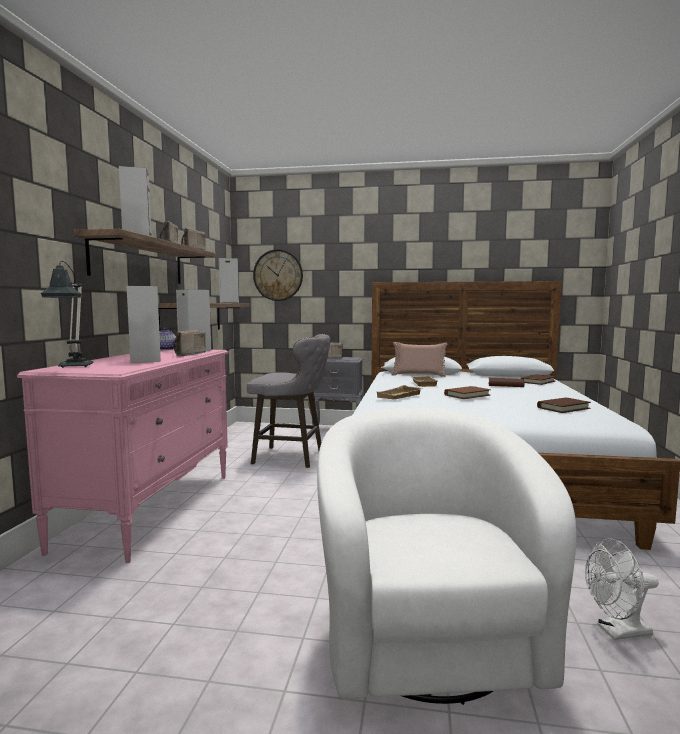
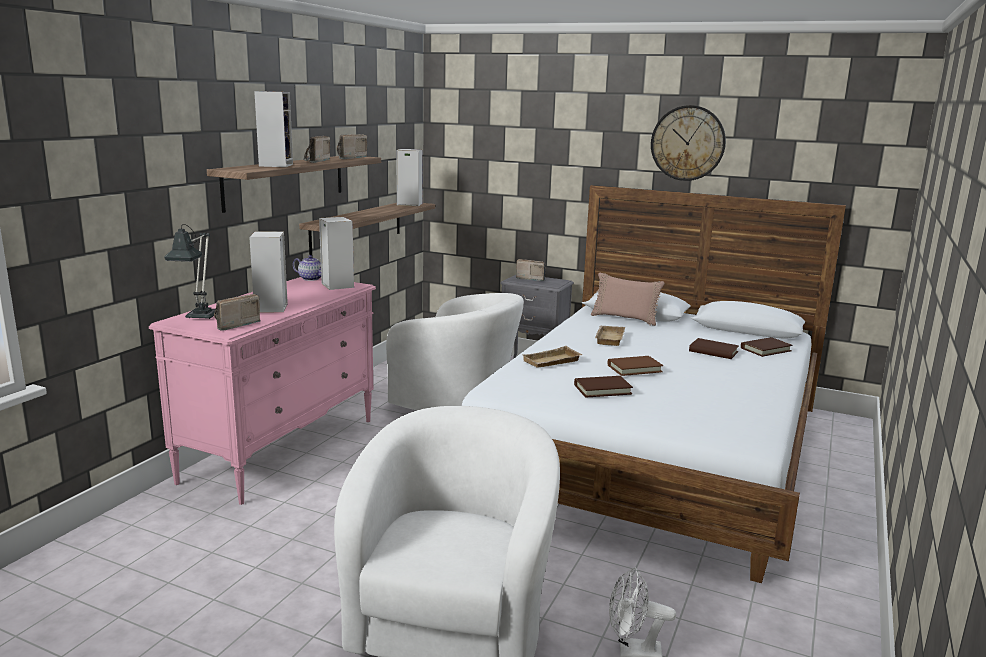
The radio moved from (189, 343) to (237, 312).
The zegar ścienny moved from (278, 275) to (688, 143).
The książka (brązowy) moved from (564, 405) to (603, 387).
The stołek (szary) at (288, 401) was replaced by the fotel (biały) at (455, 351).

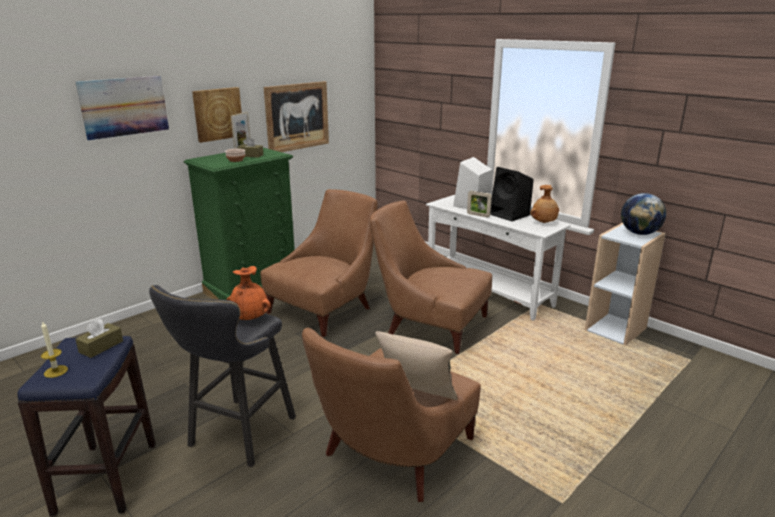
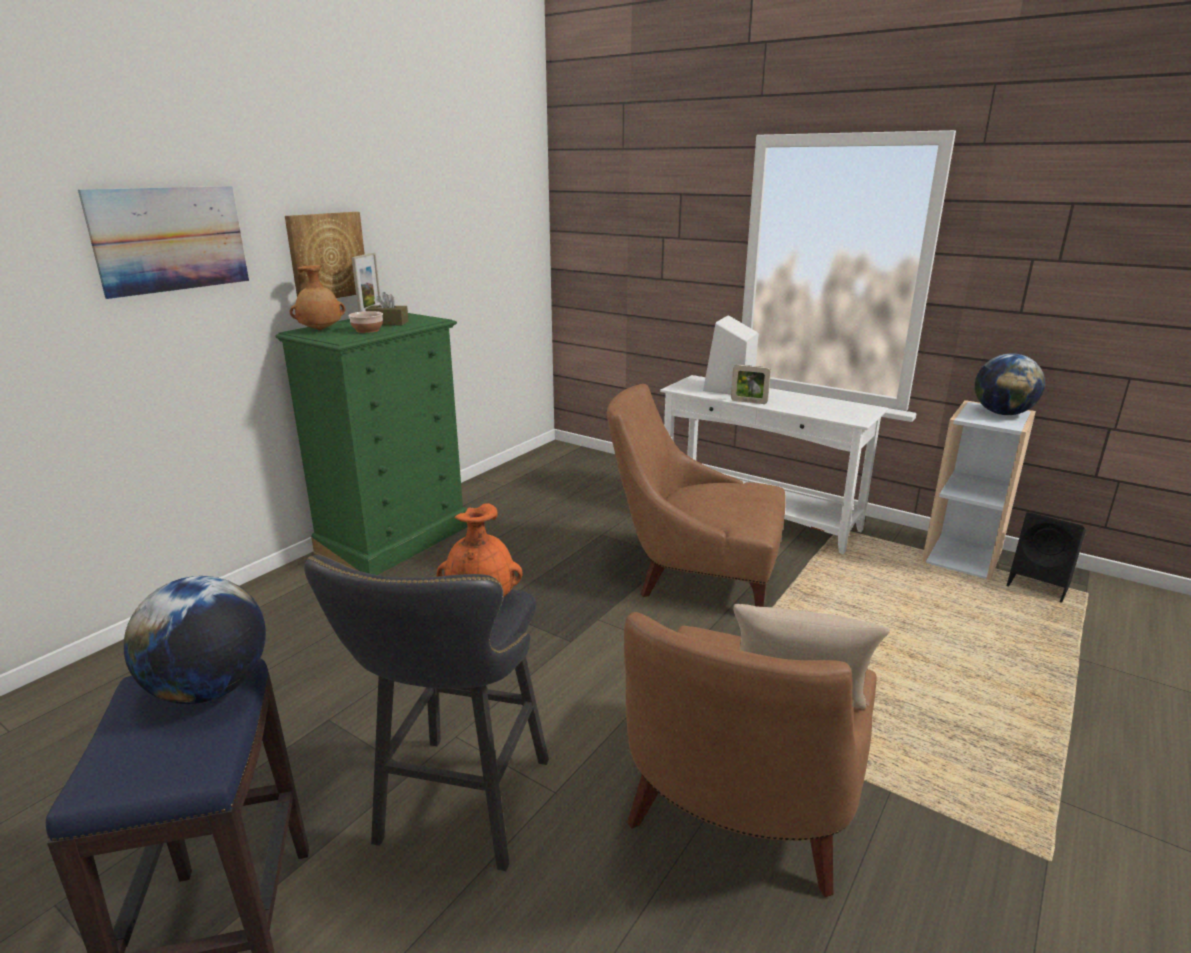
The świeca at (54, 349) disappeared.
The fotel (brązowy) at (319, 263) disappeared.
The obraz at (296, 116) disappeared.
The głośnik (czarny) moved from (512, 194) to (1046, 557).
The wazon (brązowy) moved from (544, 204) to (318, 297).
The pudełko chusteczek (brązowy) at (99, 338) was replaced by the globus at (194, 640).

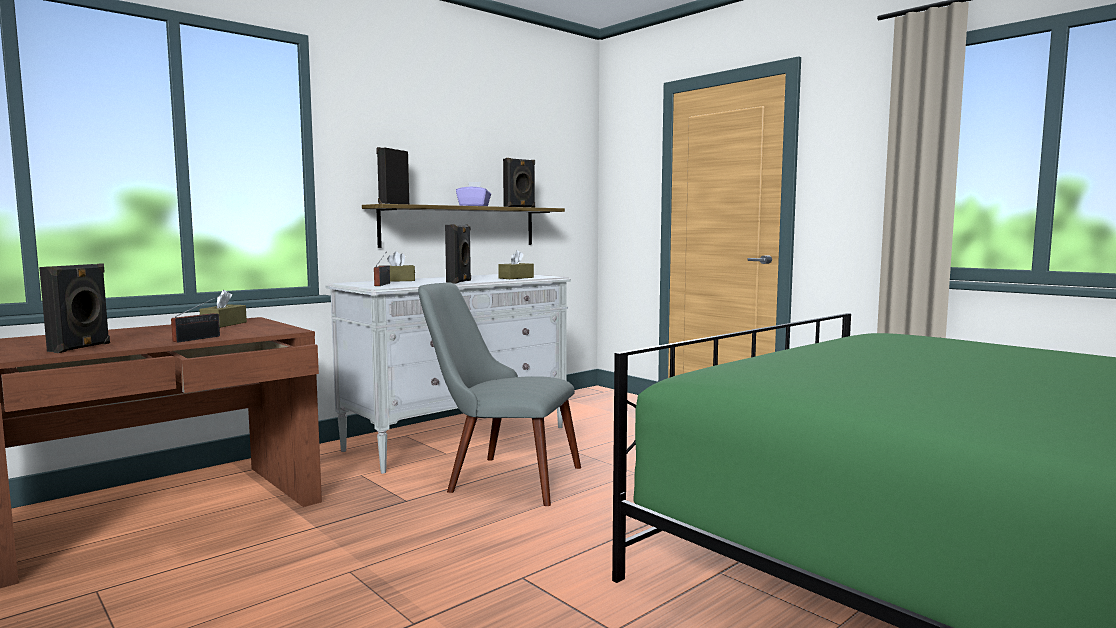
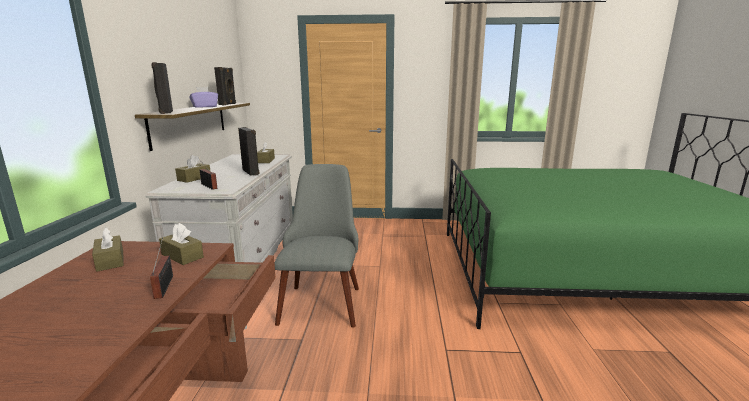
The głośnik (czarny) at (74, 308) disappeared.
The pudełko chusteczek (brązowy) at (181, 244) appeared.
The krzesło (szary) at (499, 394) turned 120 degrees clockwise.

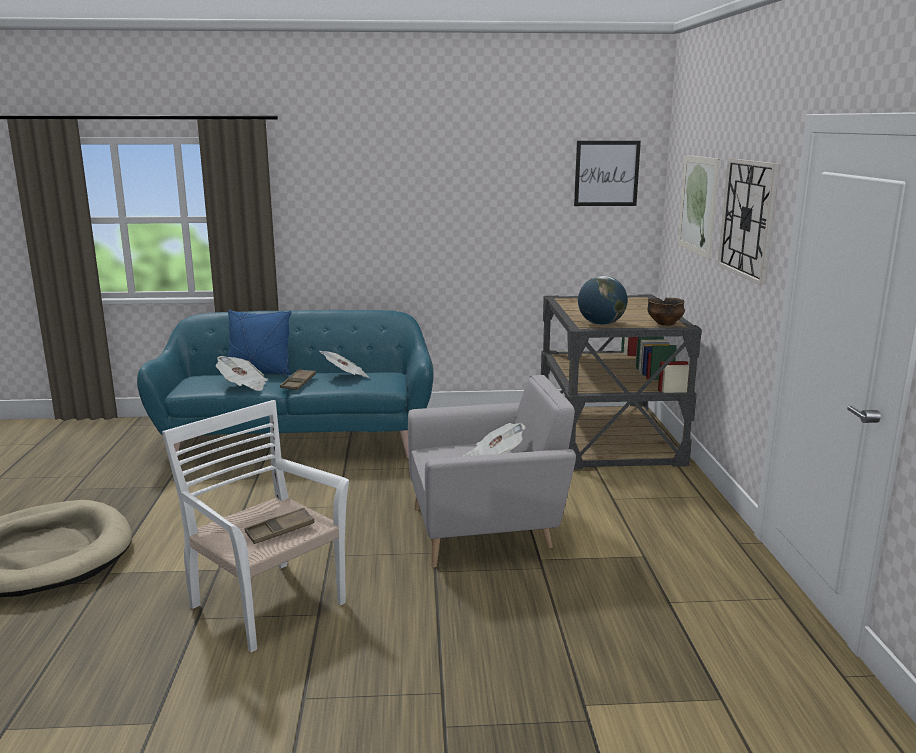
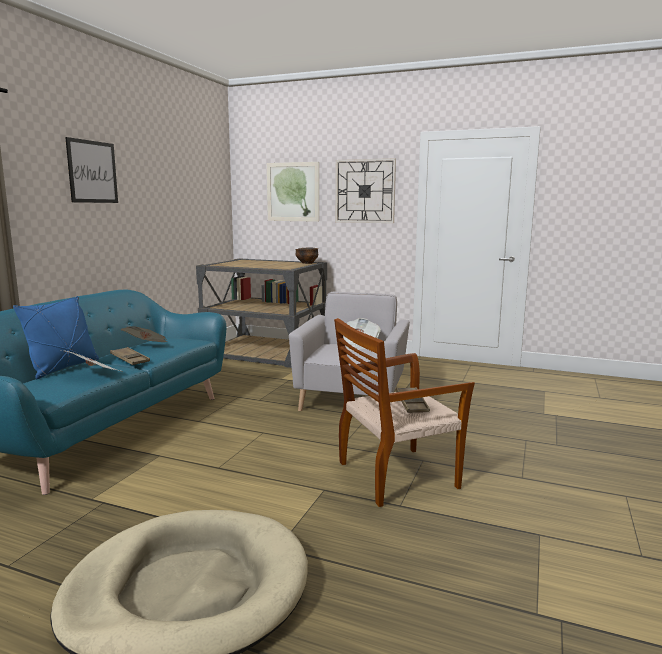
The globus at (603, 300) disappeared.
The obraz moved from (607, 173) to (91, 170).
The fotel (biały) at (255, 526) became the fotel (brązowy) at (404, 412).

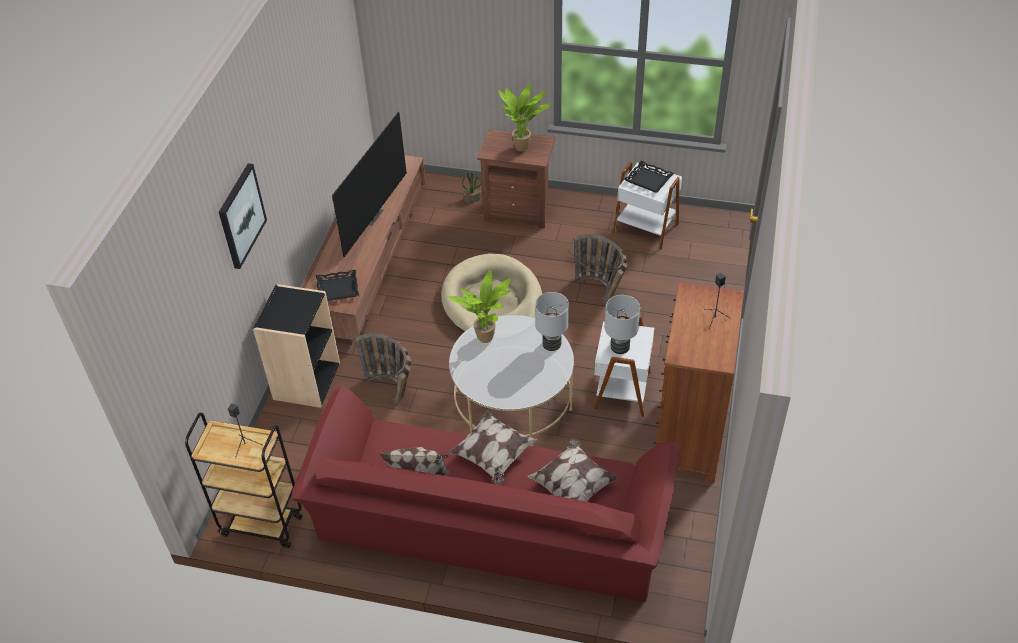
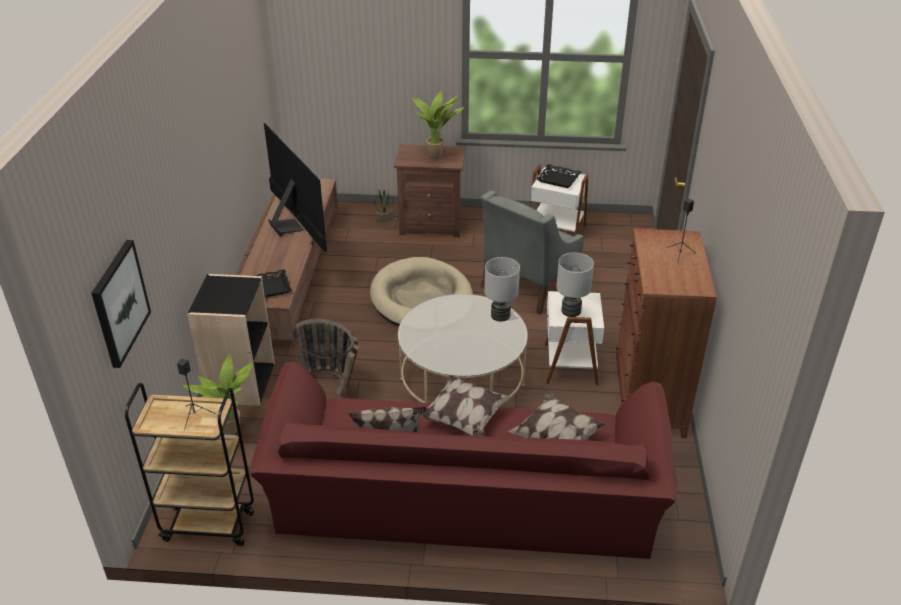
The obraz moved from (243, 216) to (121, 304).
The roślina doniczkowa moved from (479, 306) to (218, 394).
The koszyk at (598, 268) was replaced by the fotel (szary) at (532, 252).
The telewizor at (369, 184) turned 45 degrees counterclockwise.

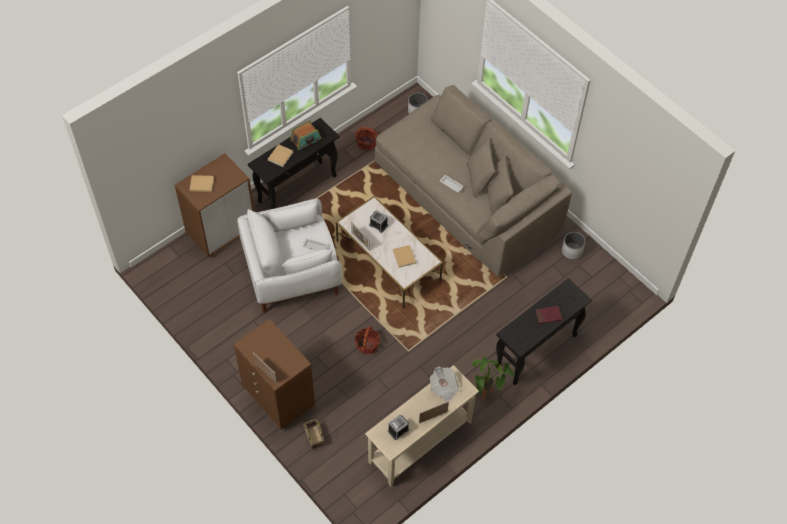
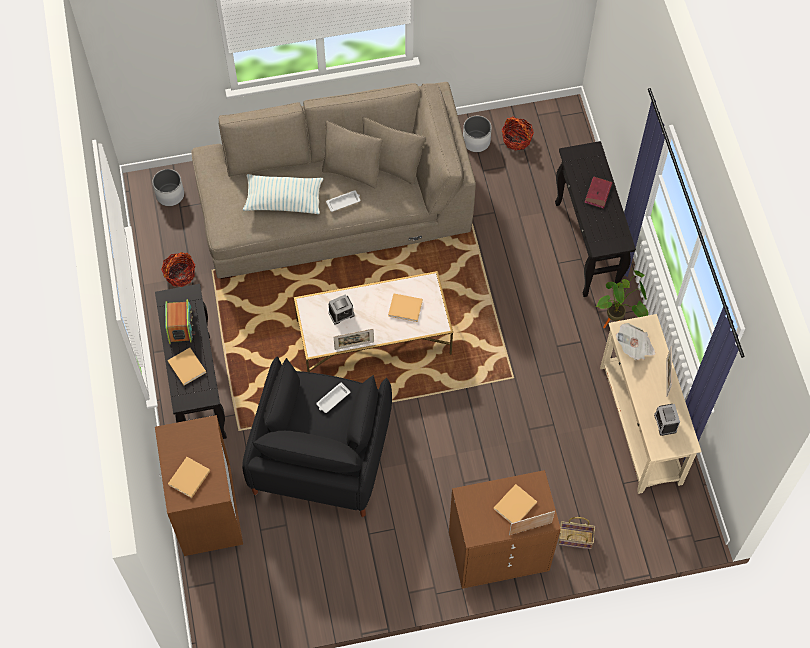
The poduszka at (283, 194) appeared.
The książka (beżowy) at (515, 503) appeared.
The koszyk moved from (368, 340) to (518, 133).
The fotel (biały) at (289, 255) became the fotel (czarny) at (317, 437).

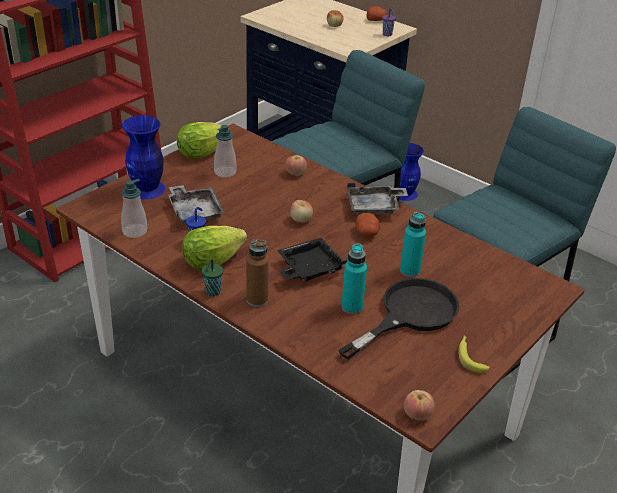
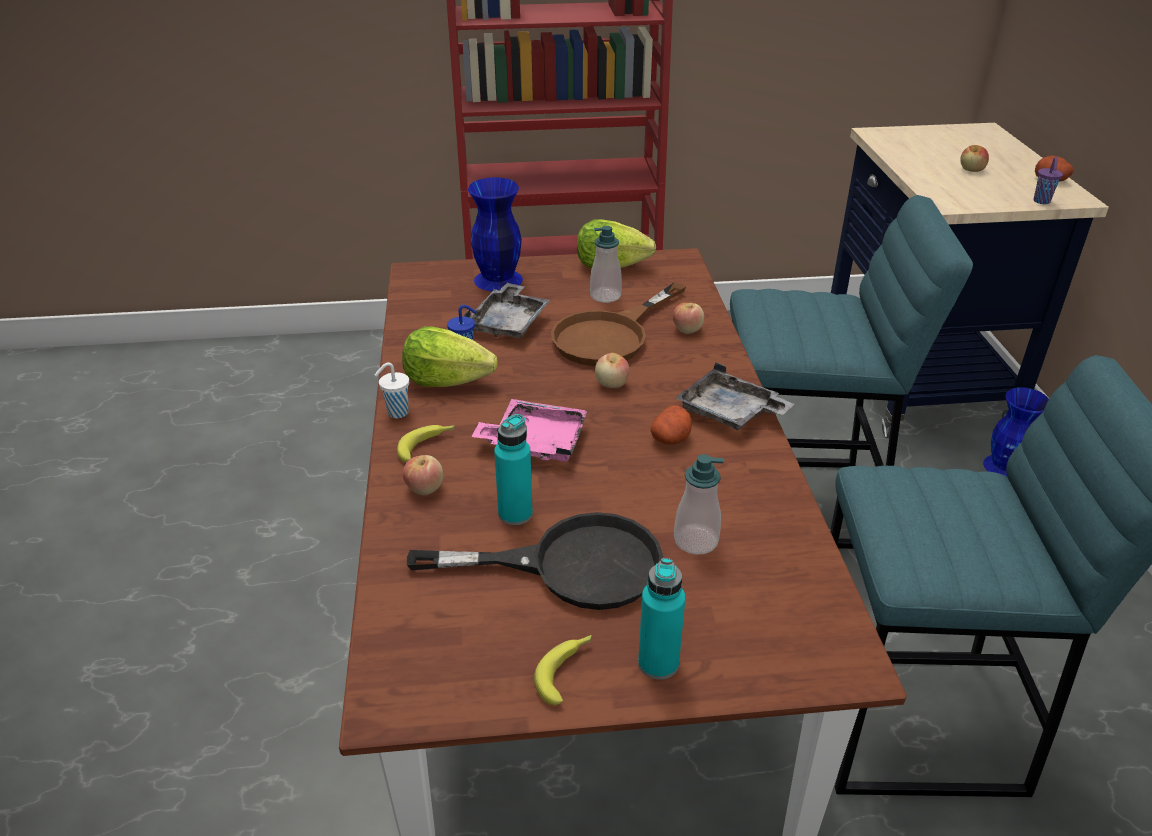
The patelnia (brązowy) at (618, 324) appeared.
The dozownik mydła moved from (134, 208) to (699, 504).
The butelka (turkusowy) moved from (413, 244) to (661, 619).
The jabłko moved from (419, 405) to (423, 475).
The butelka (brązowy) at (257, 273) was replaced by the banan at (425, 443).
The filiżanka (zielony) at (212, 277) became the filiżanka (biały) at (392, 390).
The taca (czarny) at (312, 259) became the taca (różowy) at (529, 430).

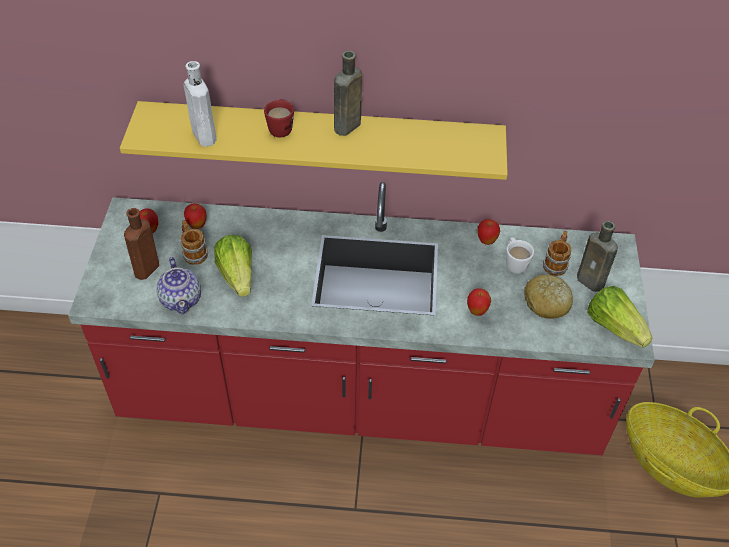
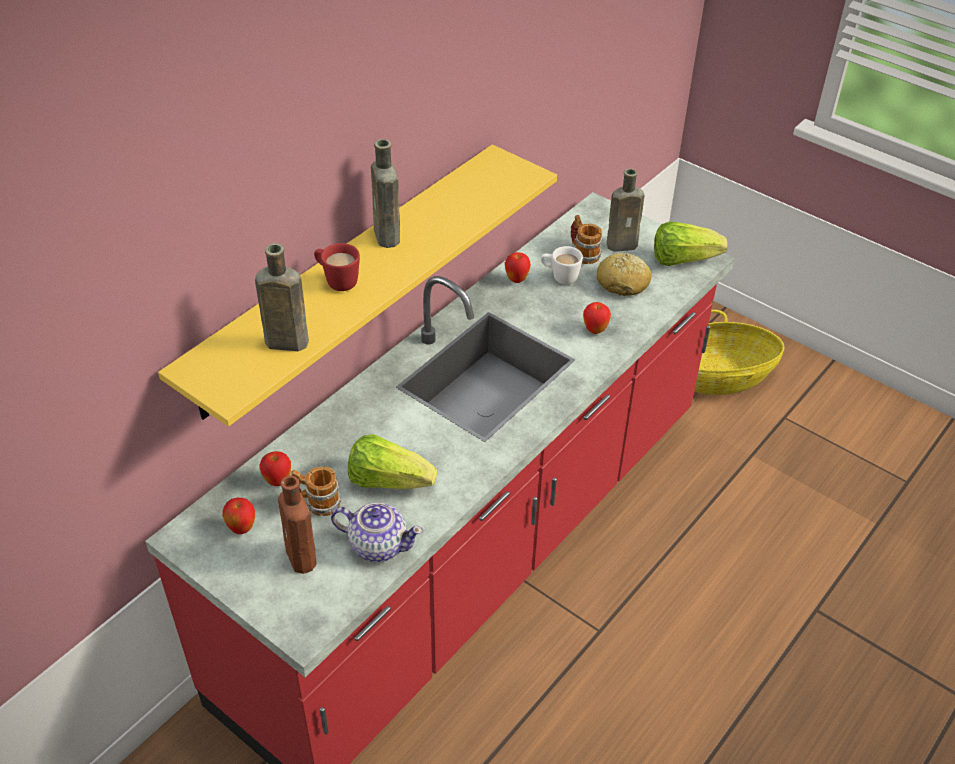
The butelka (biały) at (200, 104) became the butelka (brązowy) at (282, 297).

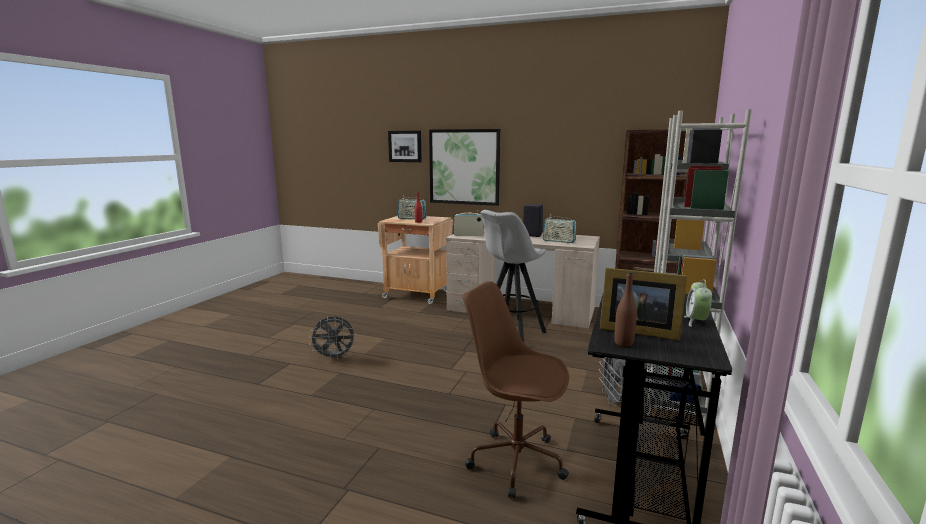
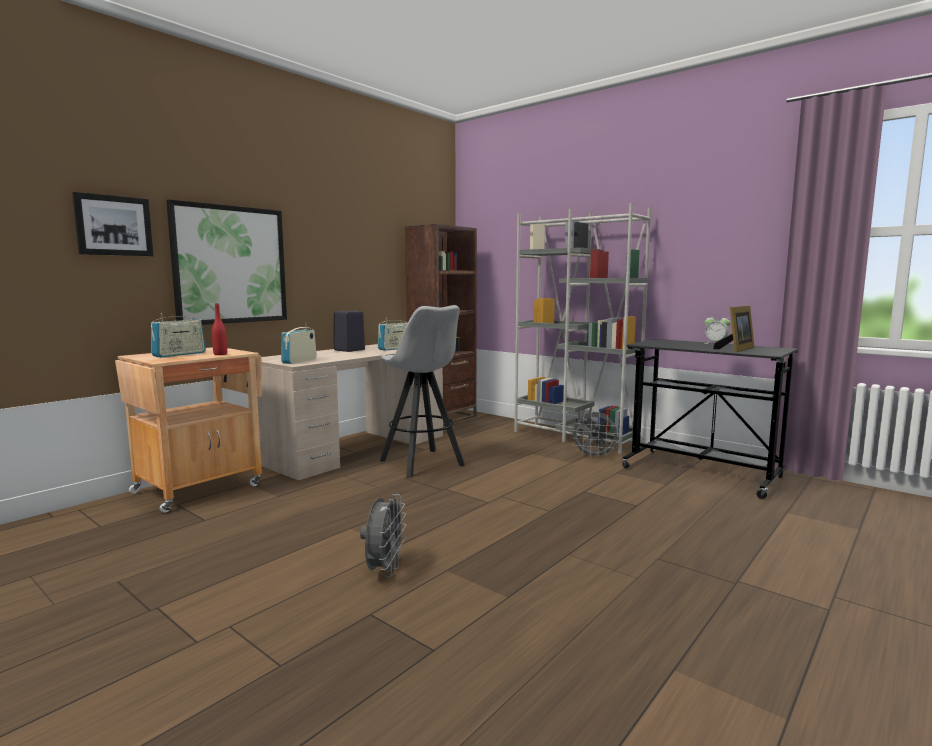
The krzesło biurowe (brązowy) at (515, 389) disappeared.
The butelka (brązowy) at (625, 309) disappeared.

